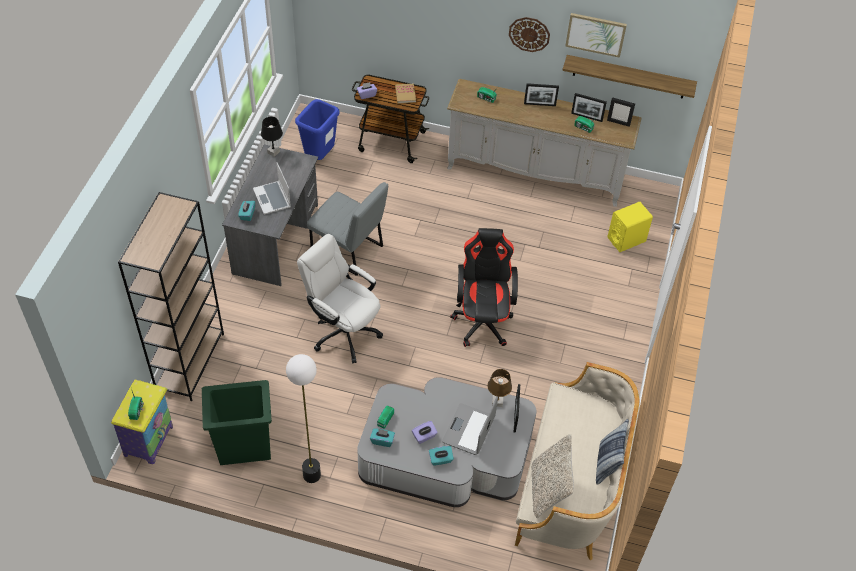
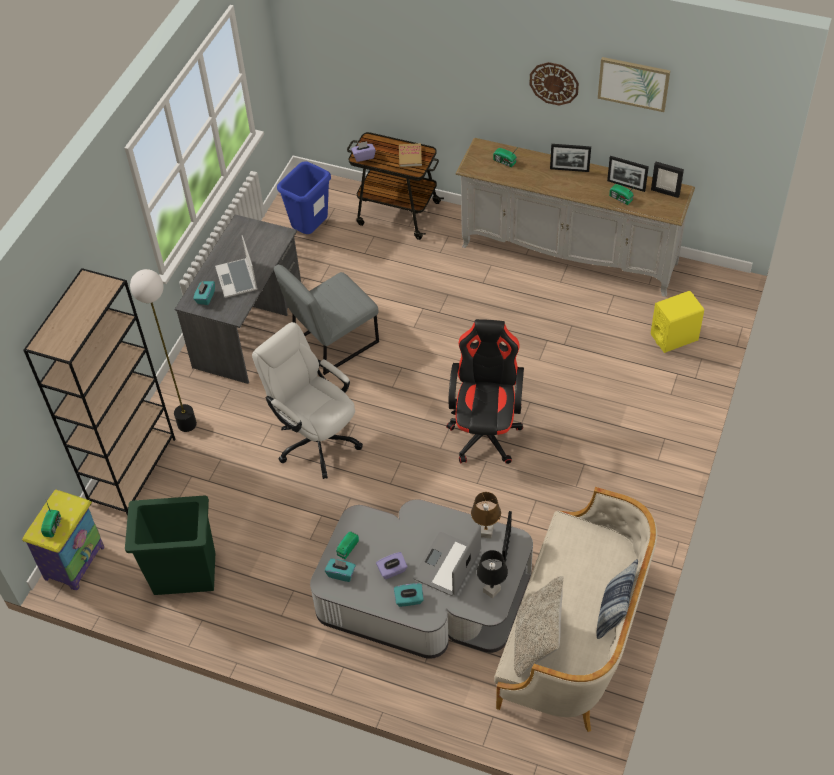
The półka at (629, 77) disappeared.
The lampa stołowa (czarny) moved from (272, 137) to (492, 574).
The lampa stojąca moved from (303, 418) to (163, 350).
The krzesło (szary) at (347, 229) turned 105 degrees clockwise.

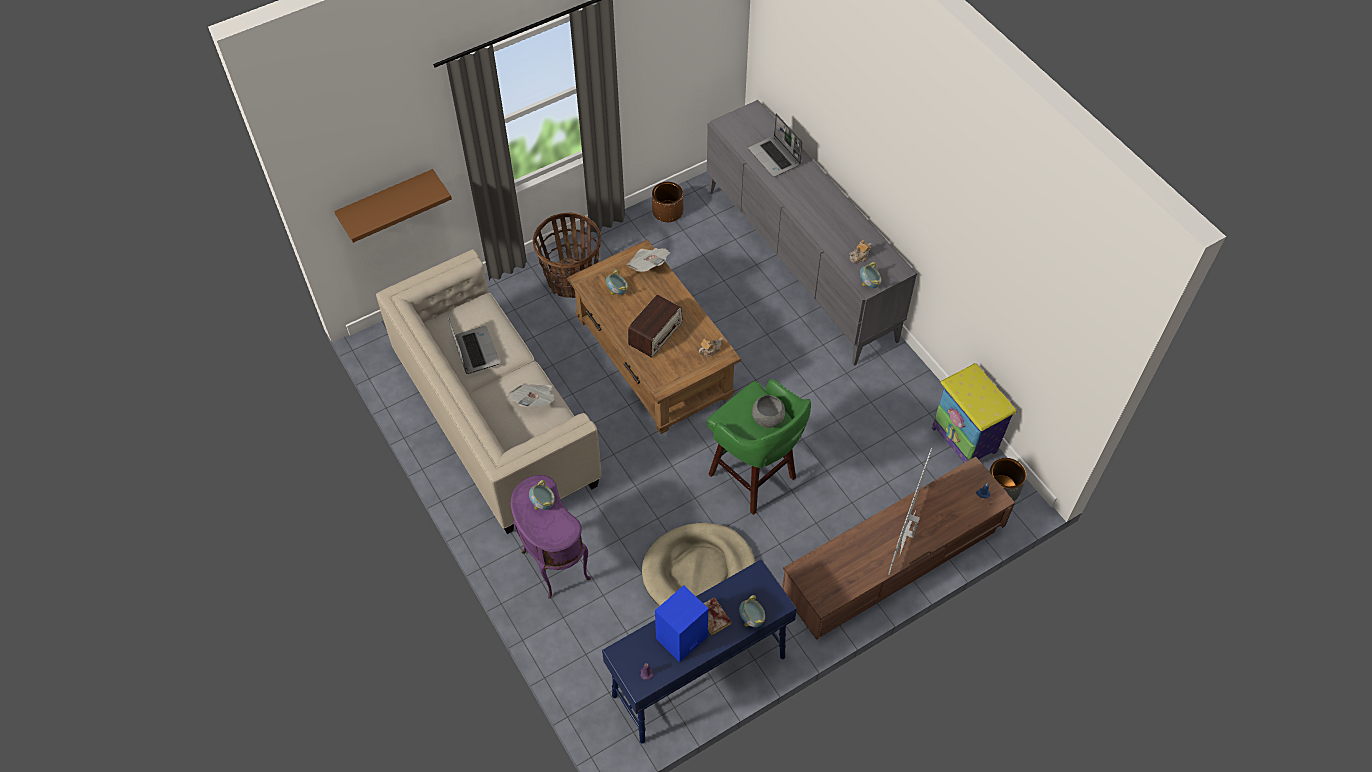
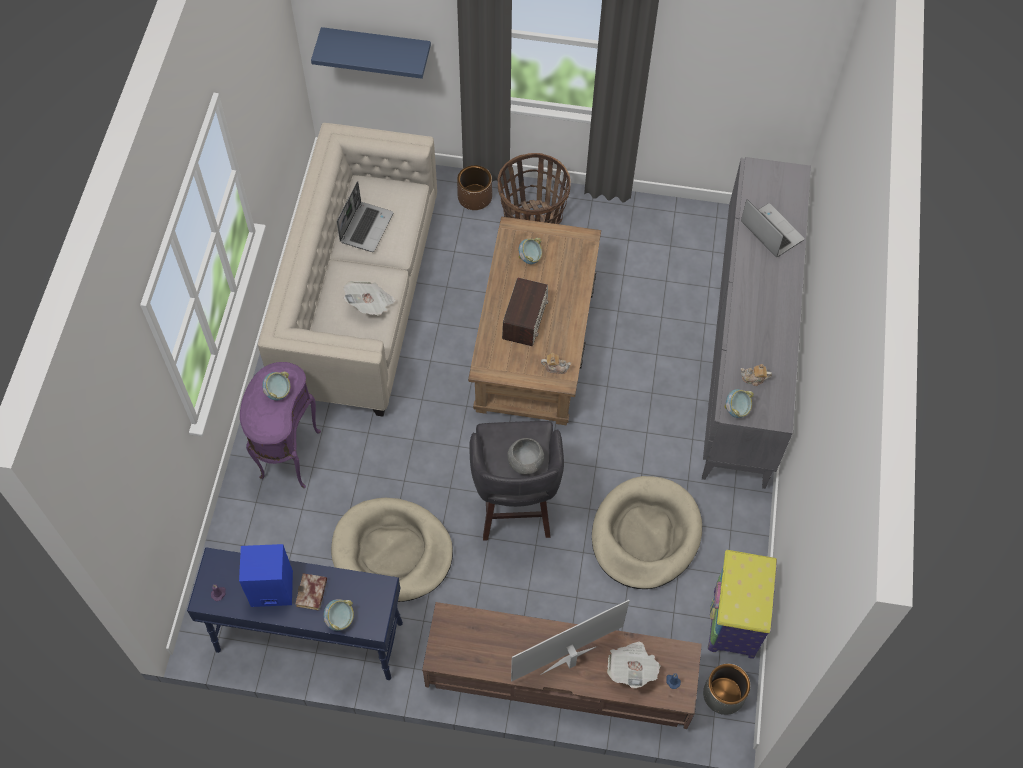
The legowisko (beżowy) at (647, 532) appeared.
The gazeta moved from (648, 260) to (634, 664).
The donica (brązowy) moved from (667, 202) to (474, 187).
The półka (brązowy) at (393, 206) became the półka (niebieski) at (371, 53).
The stołek (zielony) at (759, 447) became the stołek (szary) at (516, 481).
The radio at (655, 326) turned 60 degrees counterclockwise.
The laptop at (775, 145) turned 135 degrees clockwise.

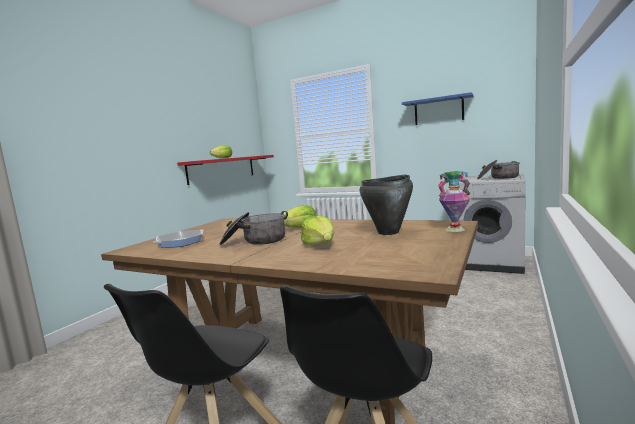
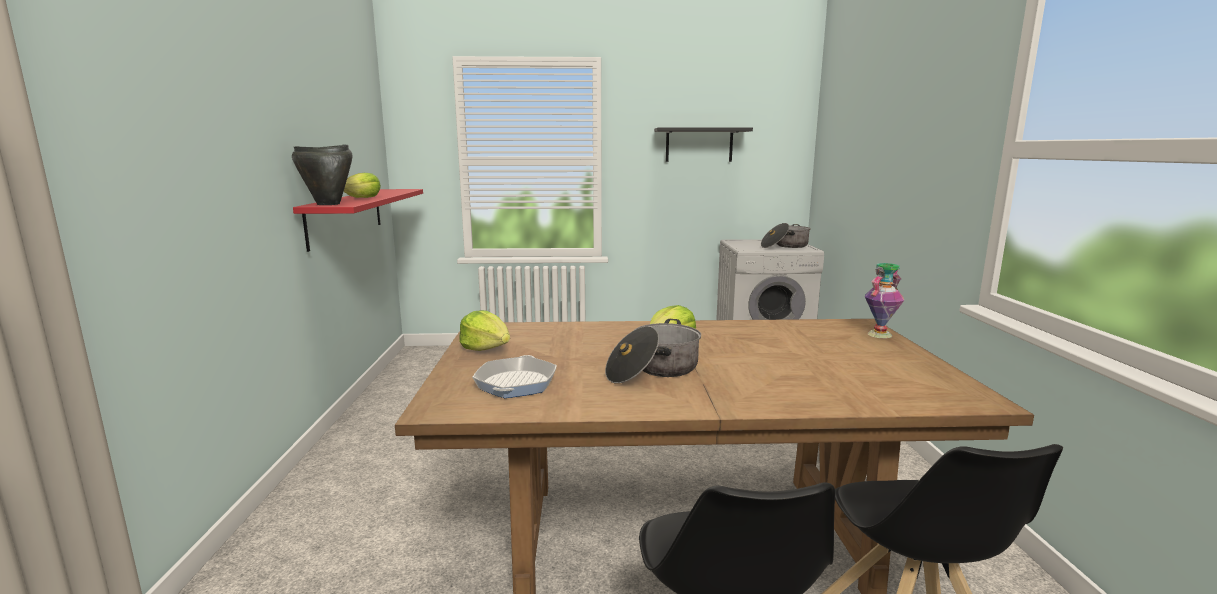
The sałata moved from (317, 231) to (484, 330).
The garnek (czarny) moved from (386, 205) to (322, 174).
The półka (niebieski) at (437, 108) became the półka (czarny) at (703, 144).

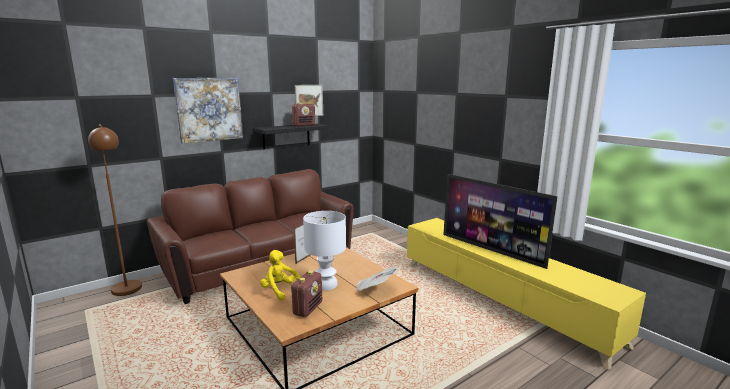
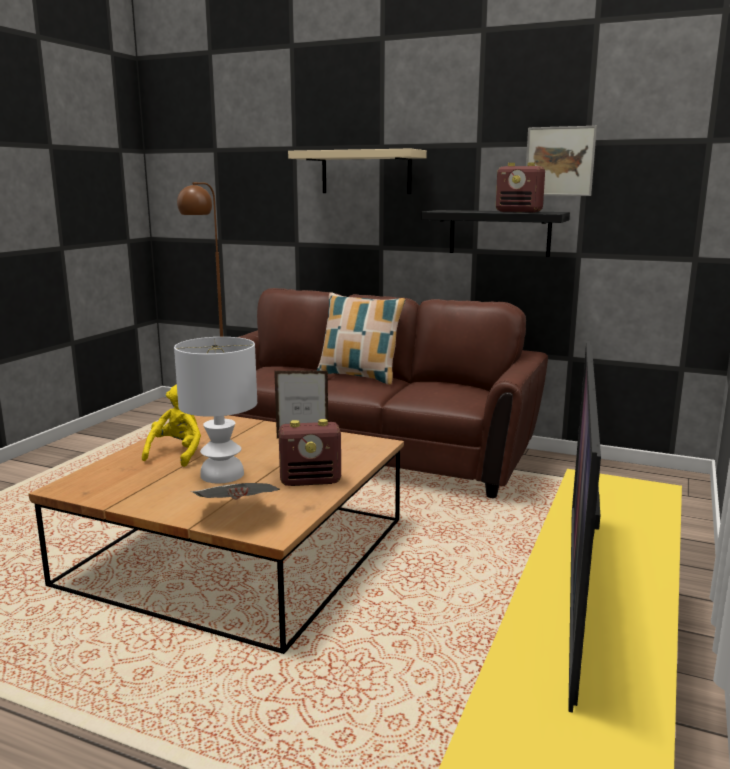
The poduszka at (361, 338) appeared.
The radio moved from (306, 294) to (309, 452).
The obraz at (208, 110) was replaced by the półka (beżowy) at (357, 171).

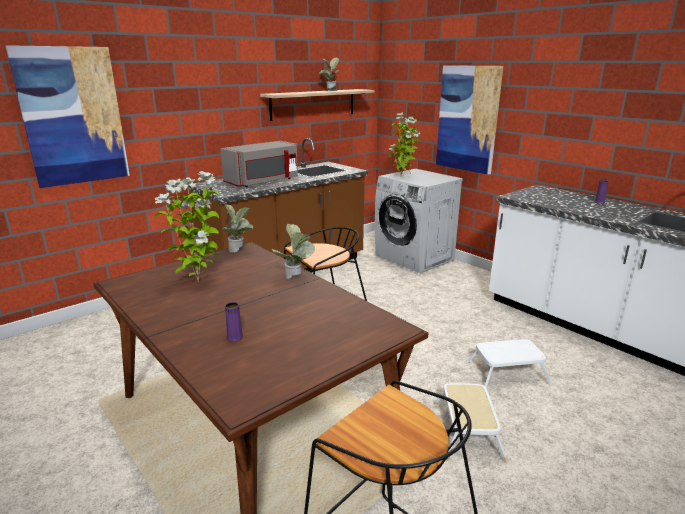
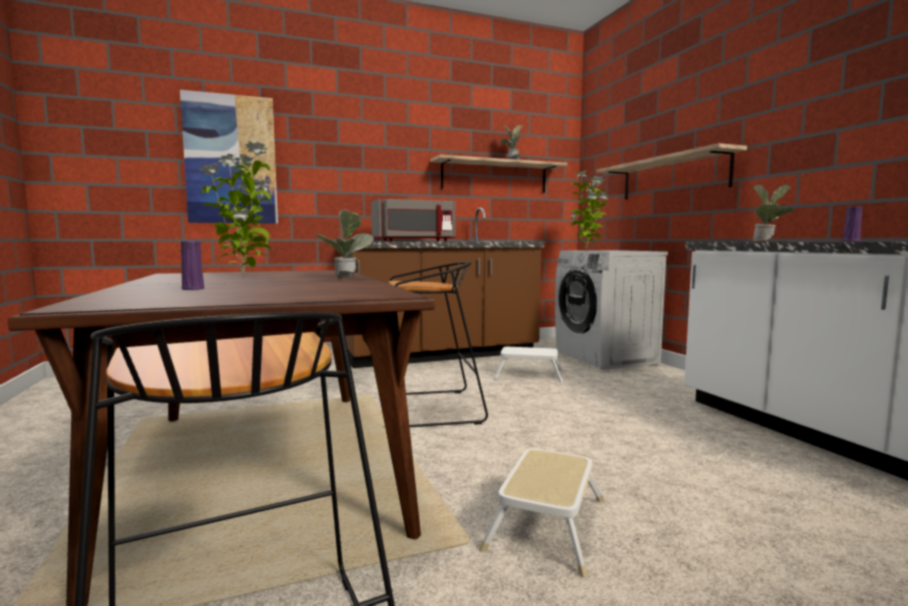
The roślina doniczkowa moved from (237, 228) to (774, 213).
The drabinka (biały) moved from (509, 363) to (528, 365).
The obraz at (469, 120) was replaced by the półka at (671, 171).

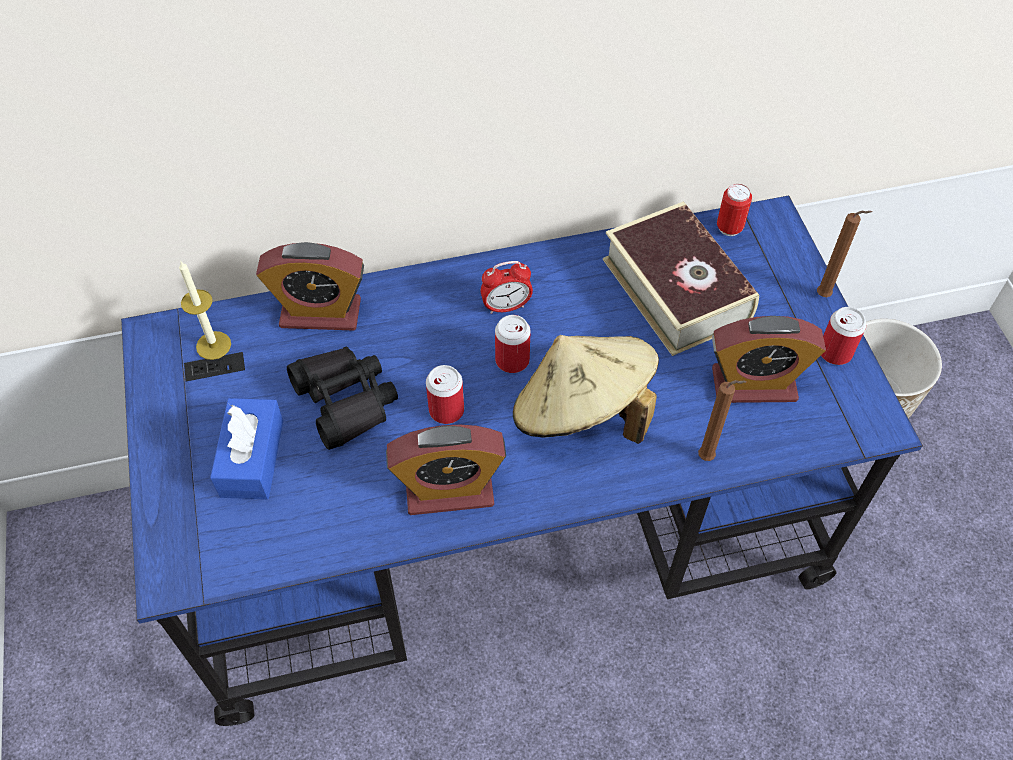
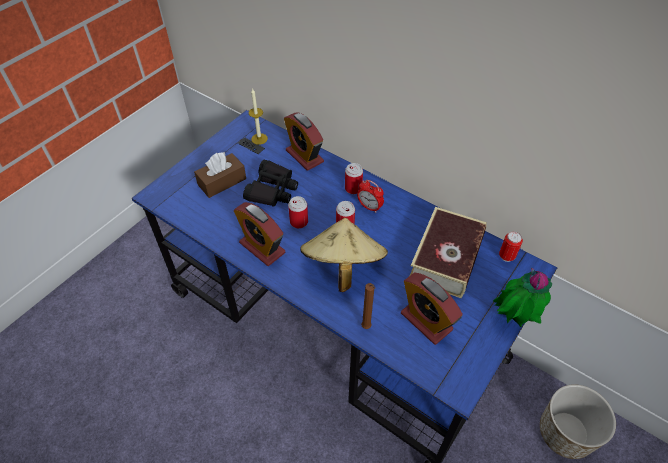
The puszka moved from (843, 336) to (354, 178).
The świeca (brązowy) at (844, 254) was replaced by the roślina doniczkowa at (522, 297).
The pudełko chusteczek (niebieski) at (246, 448) became the pudełko chusteczek (brązowy) at (220, 175).

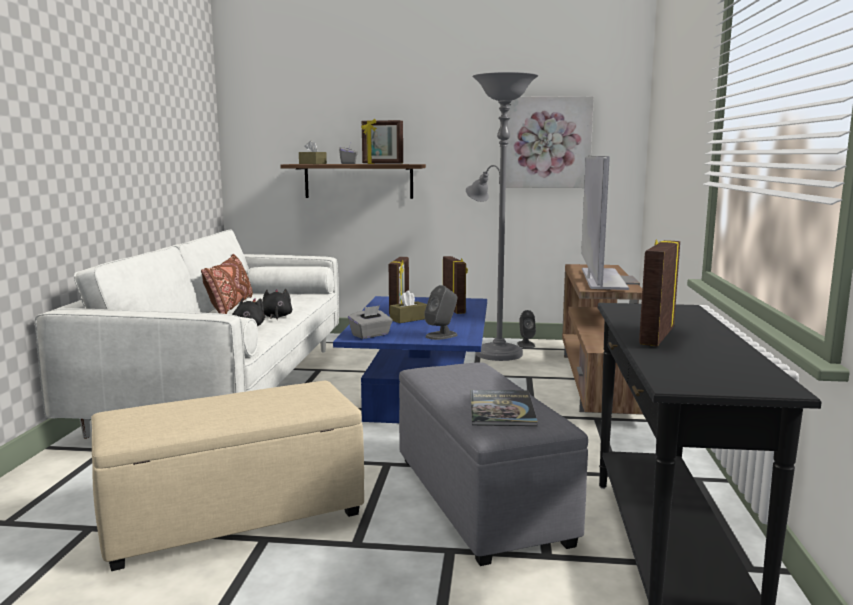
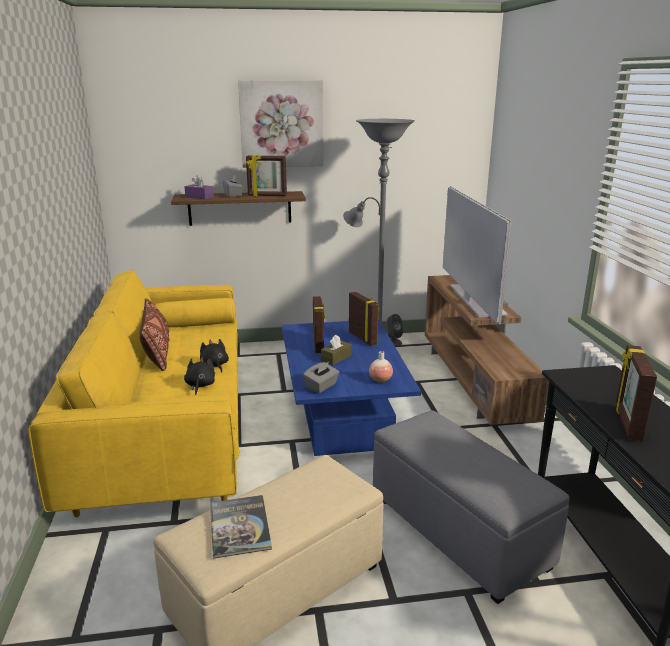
The książka moved from (504, 408) to (241, 527).
The obraz moved from (550, 142) to (280, 124).
The głośnik (szary) at (440, 312) was replaced by the wazon at (381, 366).
The kanapa (biały) at (187, 334) became the kanapa (żółty) at (133, 393).
The pudełko chusteczek (brązowy) at (313, 152) became the pudełko chusteczek (fioletowy) at (198, 187).

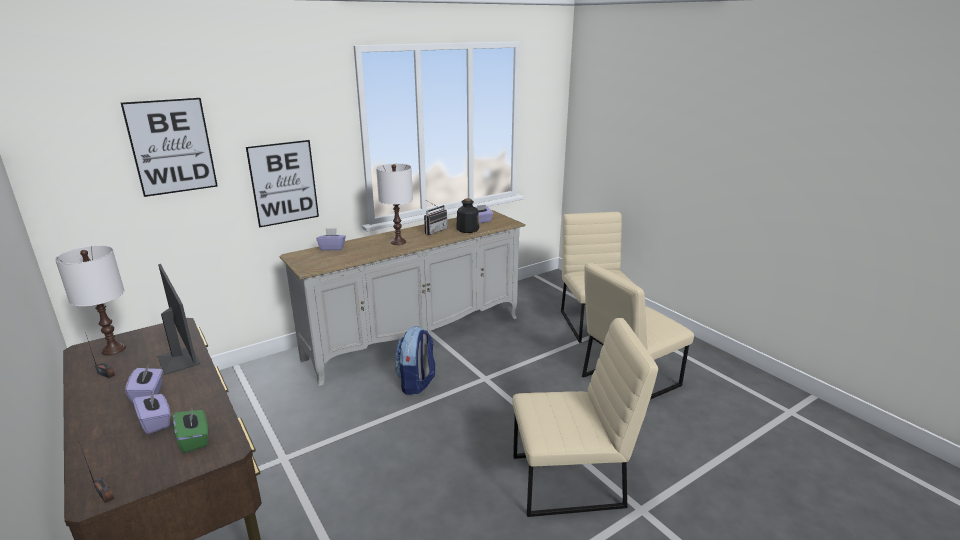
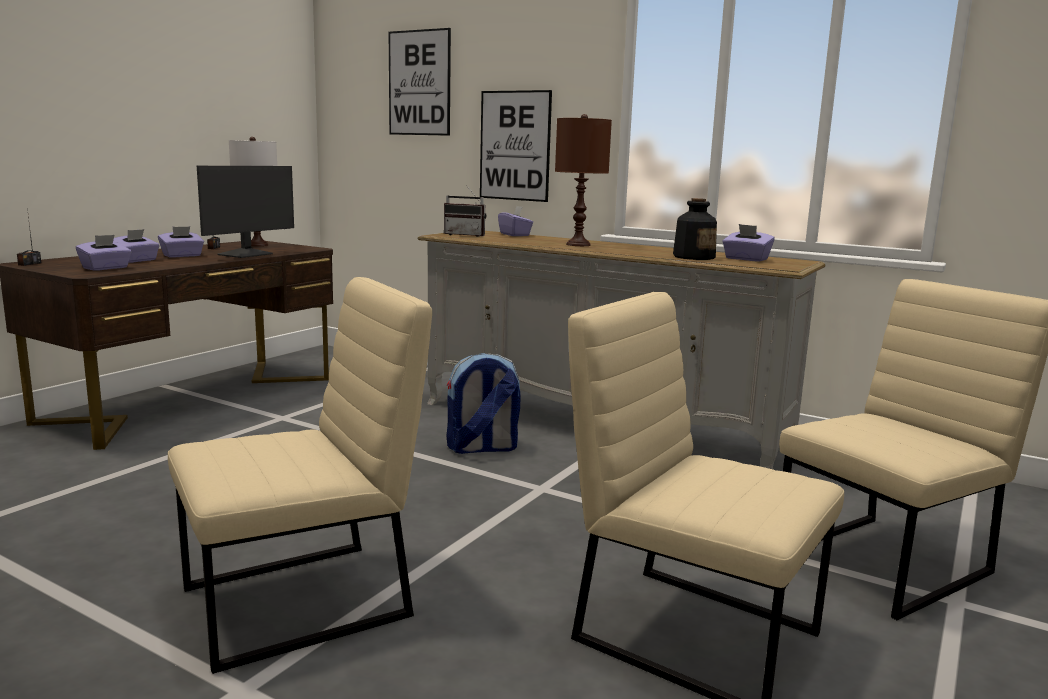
The radio moved from (435, 218) to (465, 211).
The pudełko chusteczek (zielony) at (190, 431) became the pudełko chusteczek (fioletowy) at (103, 253).
The lampa stołowa (biały) at (394, 204) became the lampa stołowa (brązowy) at (583, 180).
The krzesło (beżowy) at (585, 417) turned 90 degrees counterclockwise.

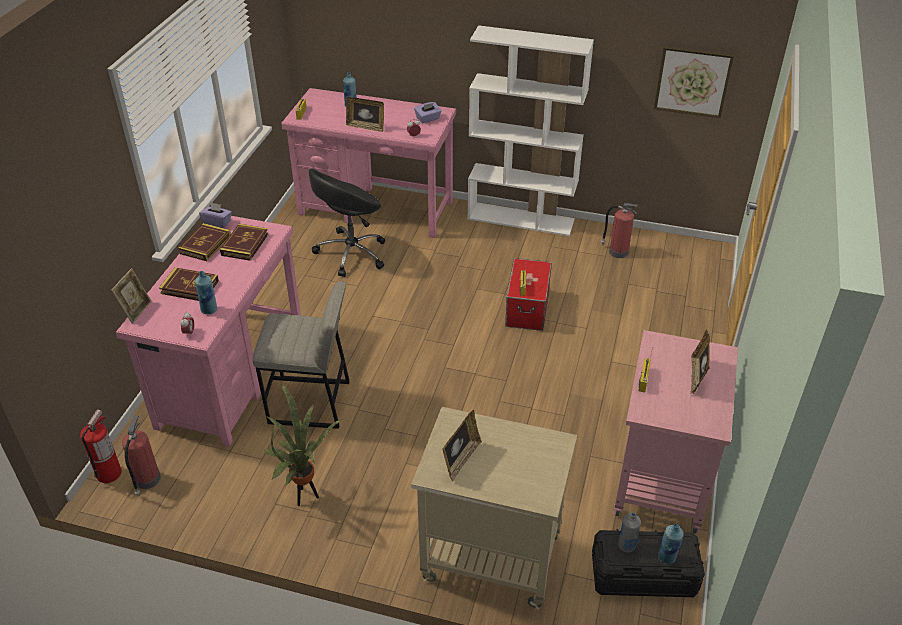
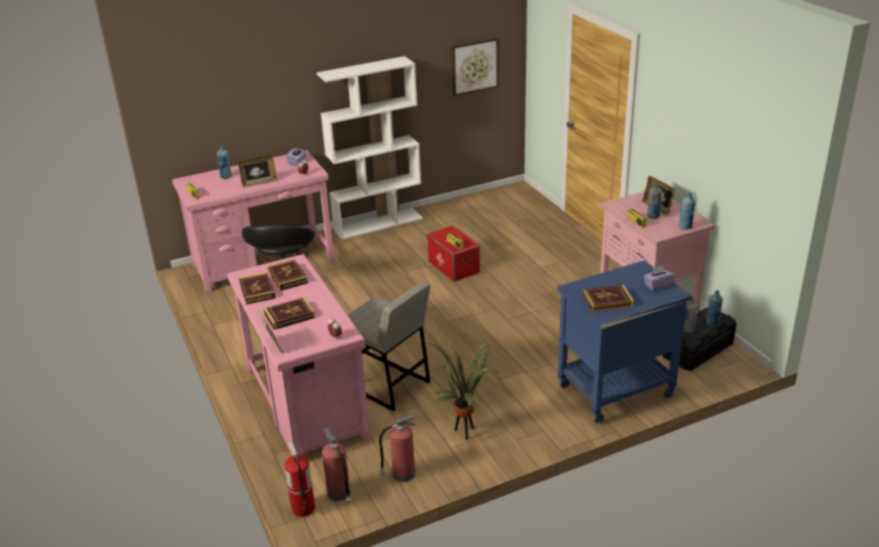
The butelka (szary) at (655, 200) appeared.
The butelka (niebieski) moved from (206, 292) to (687, 211).
The pudełko chusteczek (fioletowy) moved from (215, 215) to (659, 278).
The gaśnica moved from (619, 230) to (397, 448).
The ramka na zdjęcie at (462, 446) was replaced by the książka at (608, 298).
The wózek (beżowy) at (494, 508) became the wózek (niebieski) at (624, 342).
The krzesło (szary) at (301, 355) turned 75 degrees clockwise.

